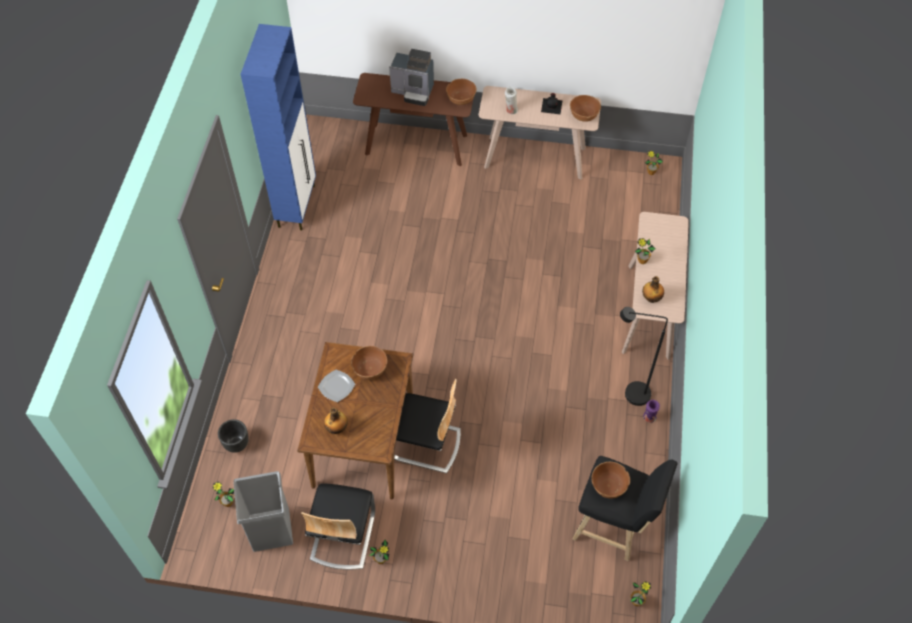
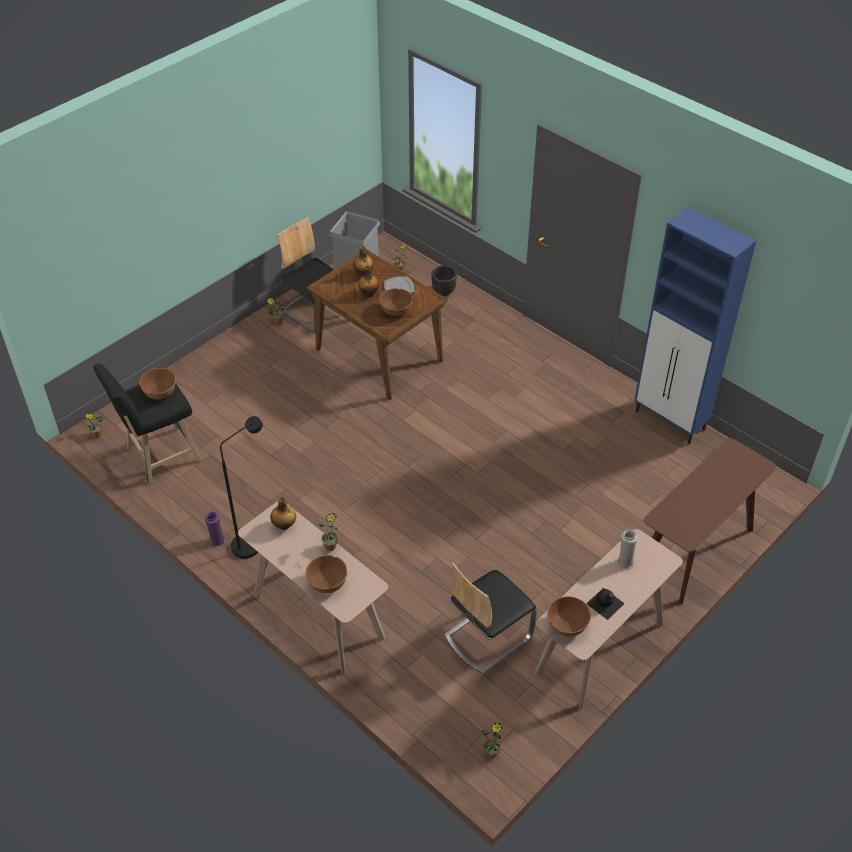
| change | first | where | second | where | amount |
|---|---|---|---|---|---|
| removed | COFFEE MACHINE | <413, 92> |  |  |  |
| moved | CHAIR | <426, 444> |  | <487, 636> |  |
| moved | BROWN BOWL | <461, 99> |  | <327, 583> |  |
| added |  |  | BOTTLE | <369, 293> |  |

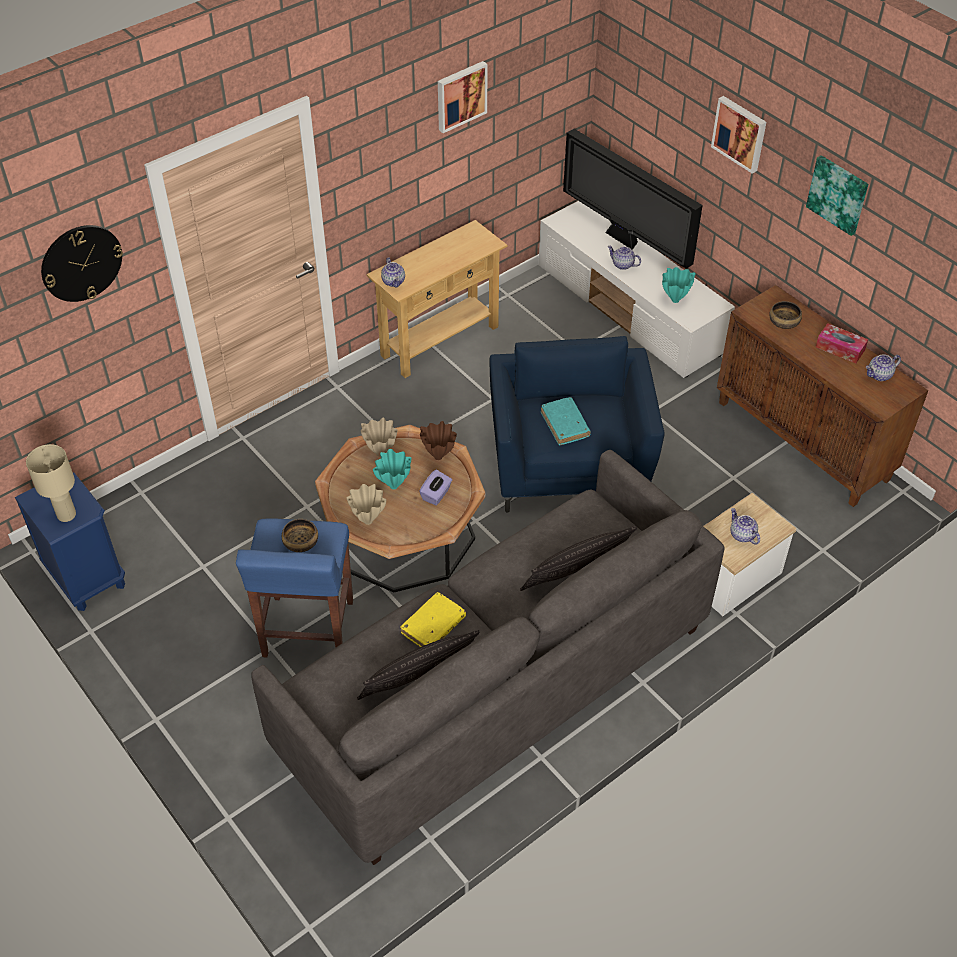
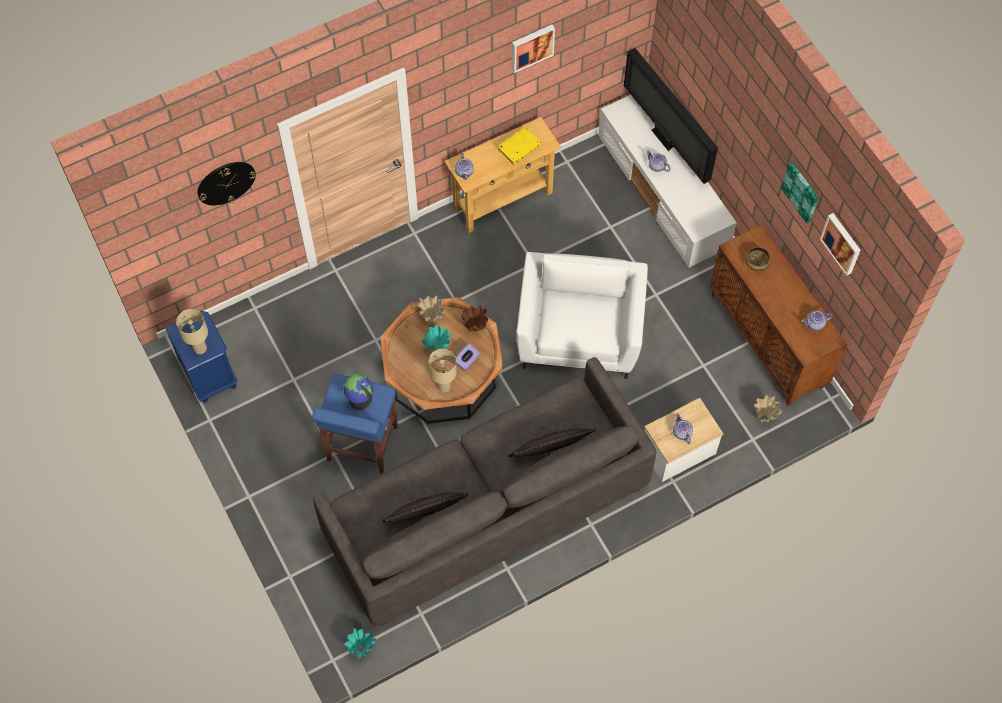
| change | first | where | second | where | amount |
|---|---|---|---|---|---|
| replaced | BOWL | <300, 543> | GLOBE | <359, 399> |  |
| moved | BEIGE VASE | <368, 520> |  | <764, 417> |  |
| moved | YELLOW BOOK | <433, 626> |  | <519, 148> |  |
| recoloured | BLUE ARMCHAIR | <569, 466> | WHITE ARMCHAIR | <579, 335> |  |
| removed | TURQUOISE BOOK | <565, 425> |  |  |  |
| moved | TURQUOISE VASE | <674, 300> |  | <361, 649> |  |
| moved | PICTURE | <740, 133> |  | <842, 243> |  |
| removed | TISSUE BOX | <840, 348> |  |  |  |
| added |  |  | BEIGE TABLE LAMP | <444, 386> |  |

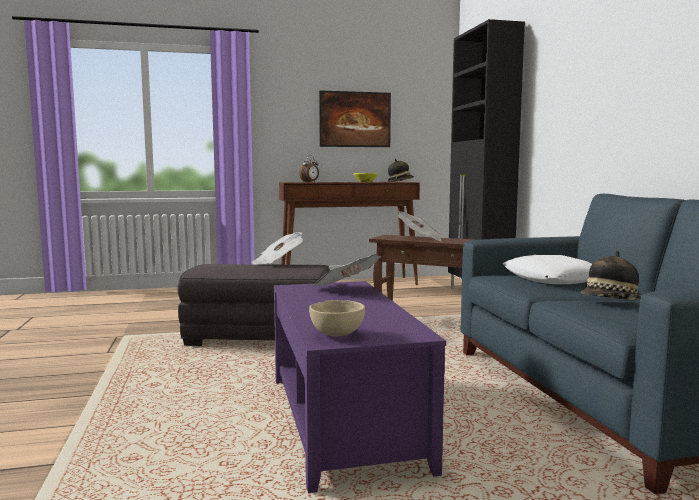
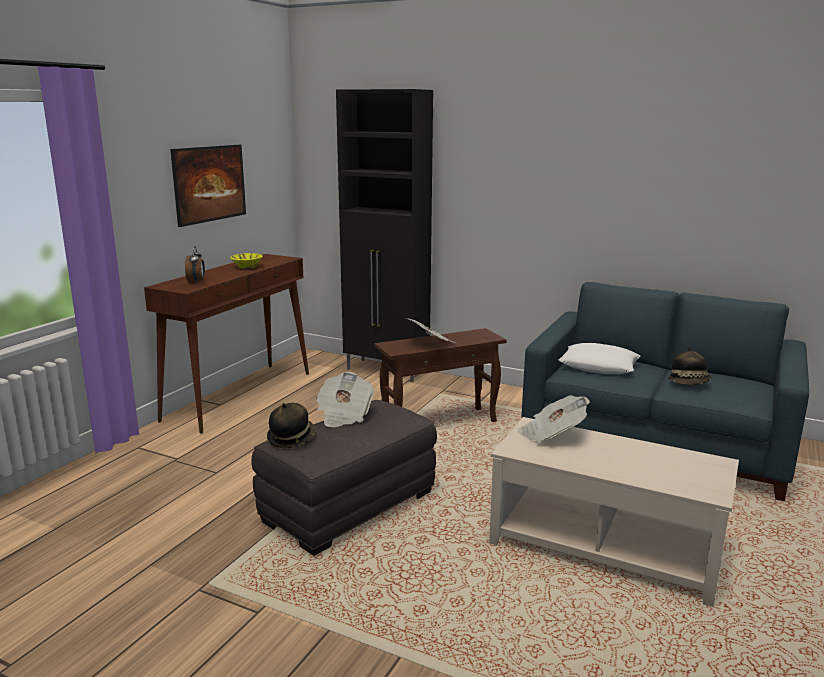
| change | first | where | second | where | amount |
|---|---|---|---|---|---|
| recoloured | PURPLE COFFEE TABLE | <344, 421> | BEIGE COFFEE TABLE | <605, 547> |  |
| removed | BEIGE BOWL | <337, 334> |  |  |  |
| moved | HAT | <400, 181> |  | <291, 438> |  |

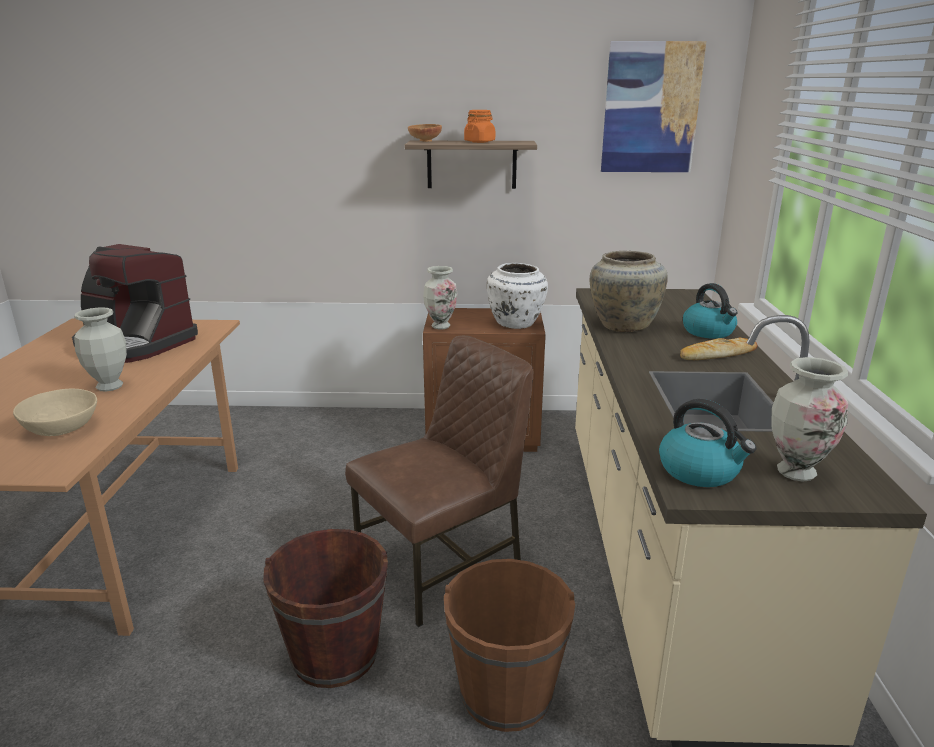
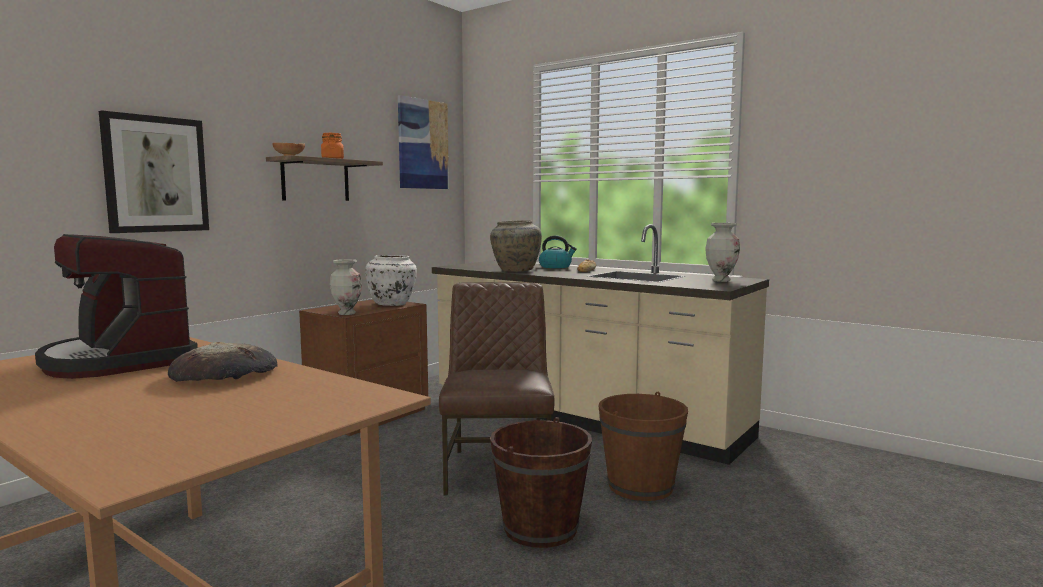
| change | first | where | second | where | amount |
|---|---|---|---|---|---|
| removed | BEIGE BOWL | <62, 428> |  |  |  |
| turned | COFFEE MACHINE | <134, 344> |  | <119, 361> | 75 degrees clockwise |
| replaced | VASE | <109, 387> | BREAD | <225, 374> |  |
| removed | KETTLE | <700, 471> |  |  |  |
| added |  |  | PICTURE | <156, 174> |  |

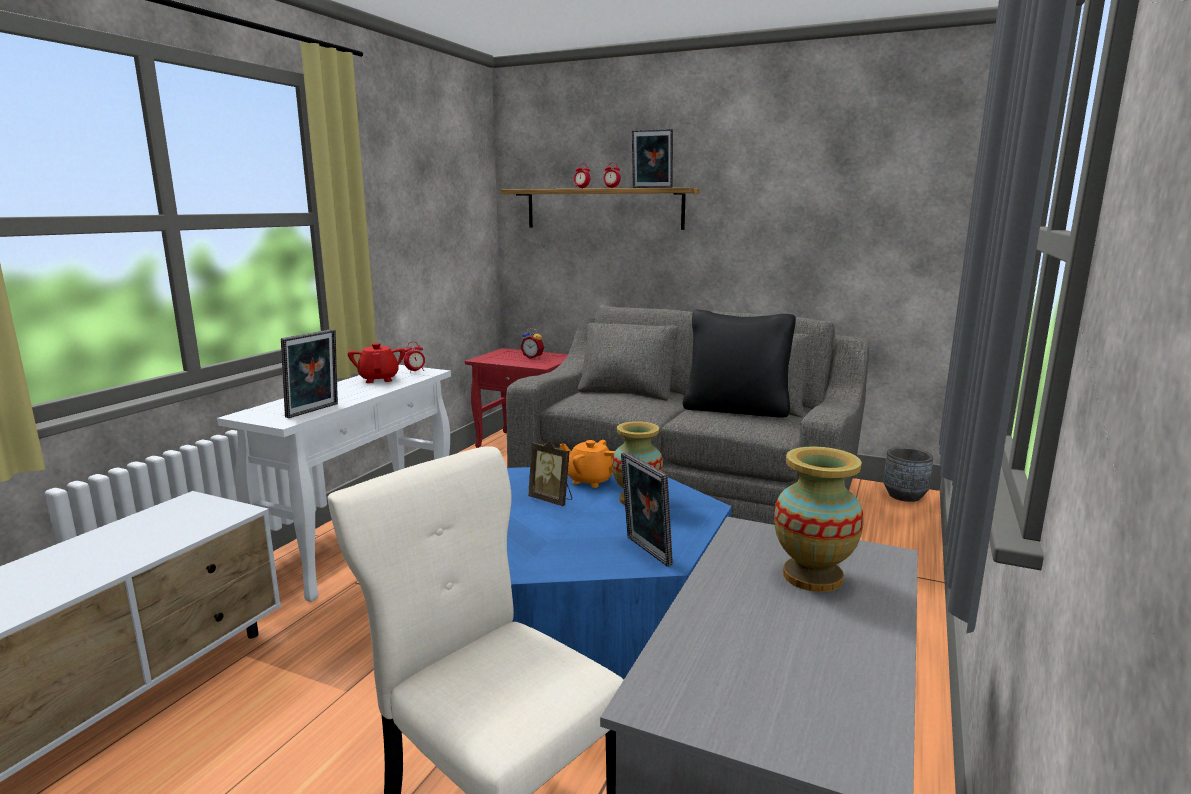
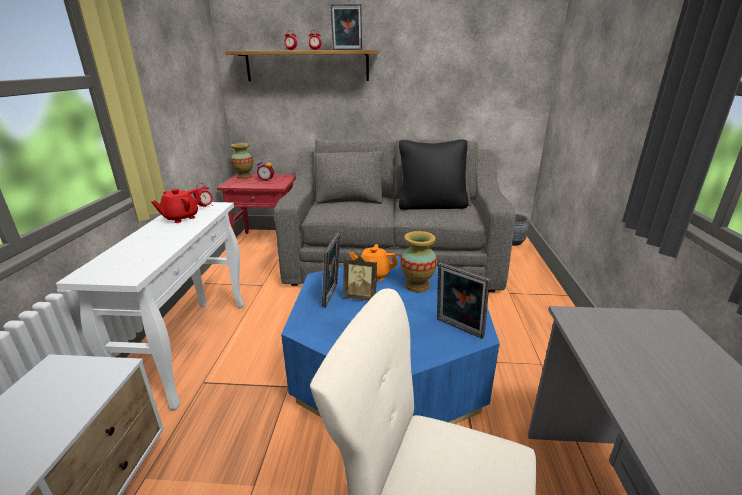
| change | first | where | second | where | amount |
|---|---|---|---|---|---|
| moved | PICTURE FRAME | <315, 411> |  | <332, 295> |  |
| turned | RED TEAPOT | <379, 379> |  | <180, 218> | 105 degrees counterclockwise |
| moved | VASE | <813, 577> |  | <244, 176> |  |

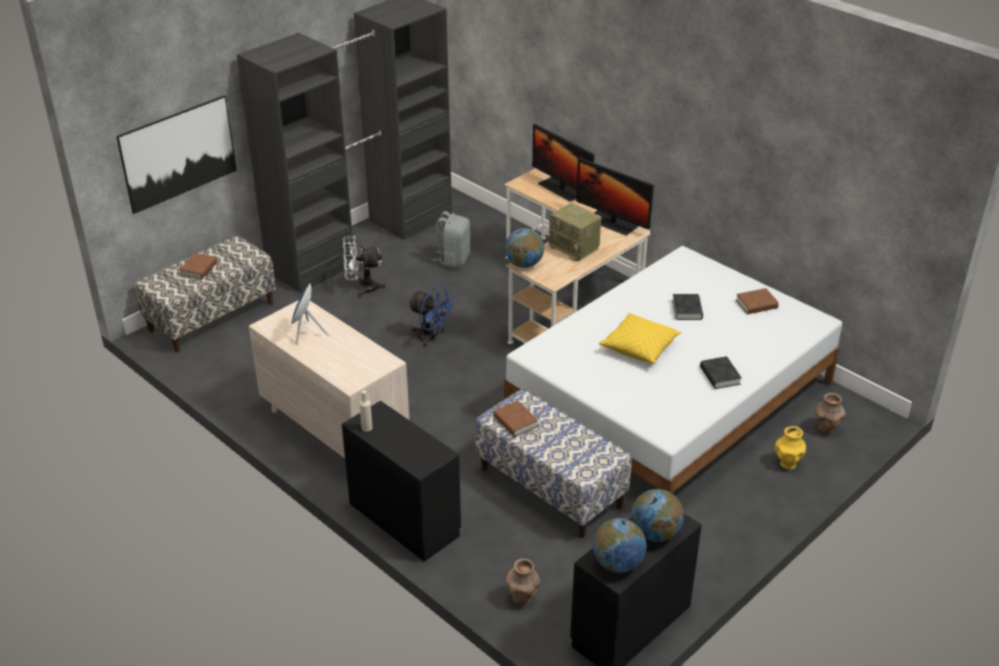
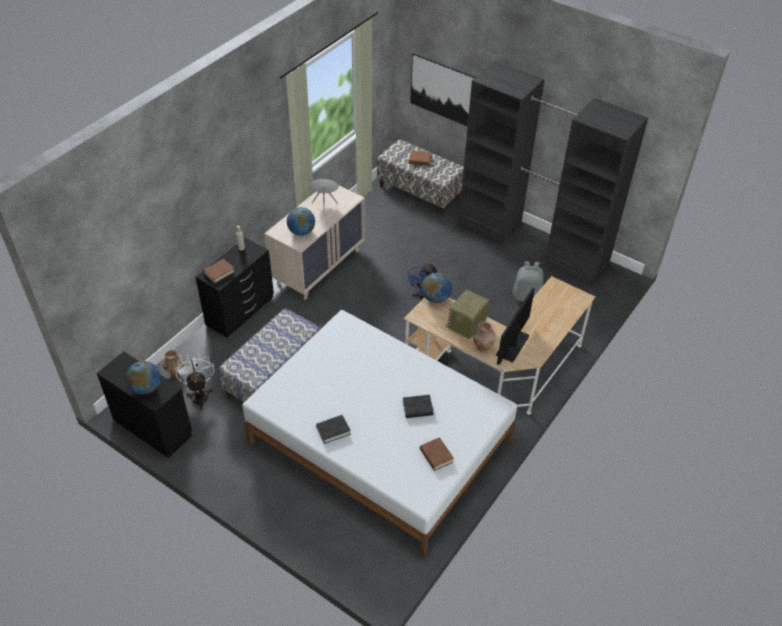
| change | first | where | second | where | amount |
|---|---|---|---|---|---|
| moved | WHITE FAN | <362, 288> |  | <200, 394> |  |
| moved | BROWN BOOK | <515, 422> |  | <219, 272> |  |
| removed | MONITOR | <561, 189> |  |  |  |
| moved | GLOBE | <617, 563> |  | <301, 232> |  |
| removed | YELLOW PILLOW | <639, 347> |  |  |  |
| removed | YELLOW VASE | <787, 464> |  |  |  |
| moved | BROWN VASE | <826, 429> |  | <482, 347> |  |

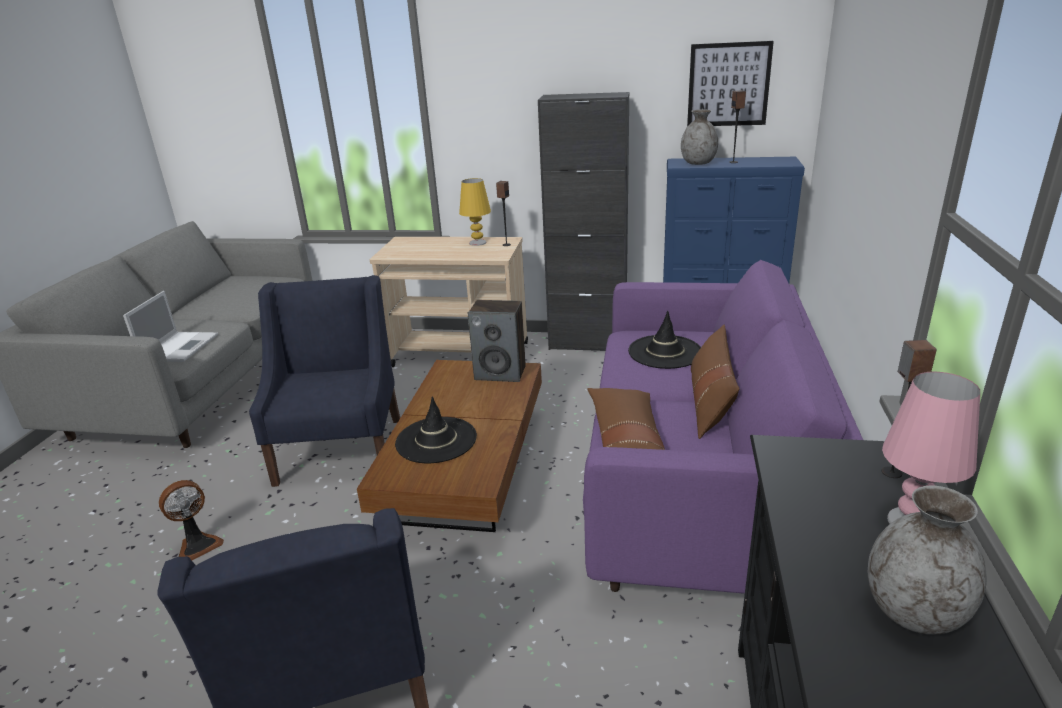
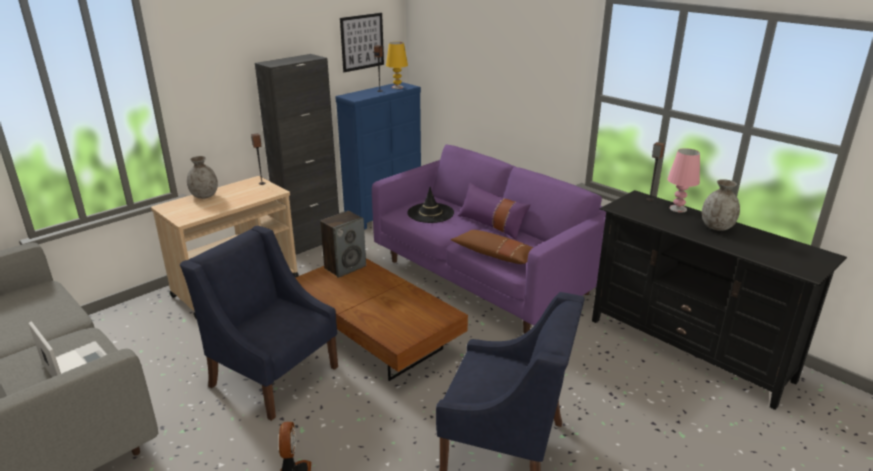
| change | first | where | second | where | amount |
|---|---|---|---|---|---|
| removed | BLACK HAT | <436, 440> |  |  |  |
| moved | YELLOW TABLE LAMP | <477, 243> |  | <397, 87> |  |
| moved | GREY VASE | <698, 163> |  | <205, 196> |  |
| recoloured | BROWN PILLOW | <710, 402> | PURPLE PILLOW | <491, 224> |  |

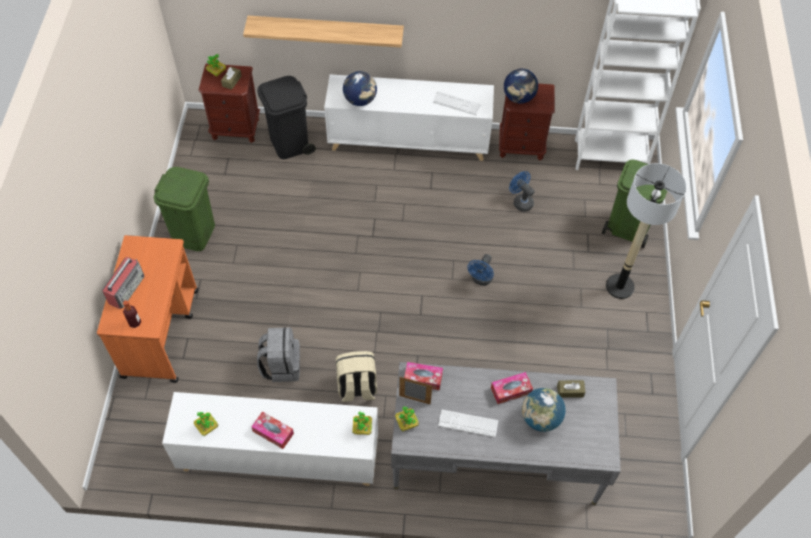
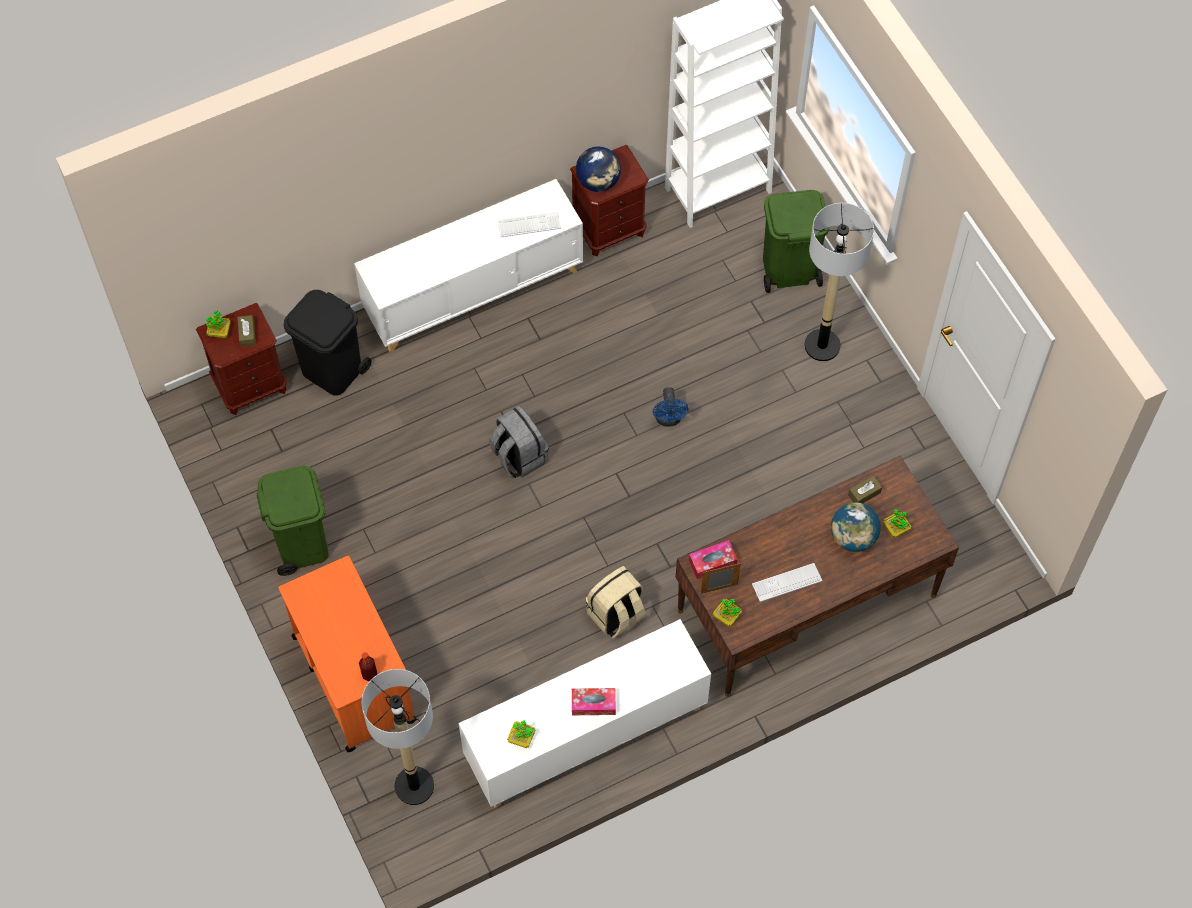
| change | first | where | second | where | amount |
|---|---|---|---|---|---|
| removed | RADIO | <127, 289> |  |  |  |
| removed | SHELF | <326, 30> |  |  |  |
| moved | GREY BACKPACK | <281, 365> |  | <518, 456> |  |
| removed | GLOBE | <360, 100> |  |  |  |
| moved | POTTED PLANT | <362, 428> |  | <895, 528> |  |
| recoloured | GREY DESK | <496, 455> | BROWN DESK | <807, 603> |  |
| removed | TISSUE BOX | <511, 390> |  |  |  |
| removed | BLUE FAN | <520, 201> |  |  |  |
| added |  |  | FLOOR LAMP | <414, 786> |  |

